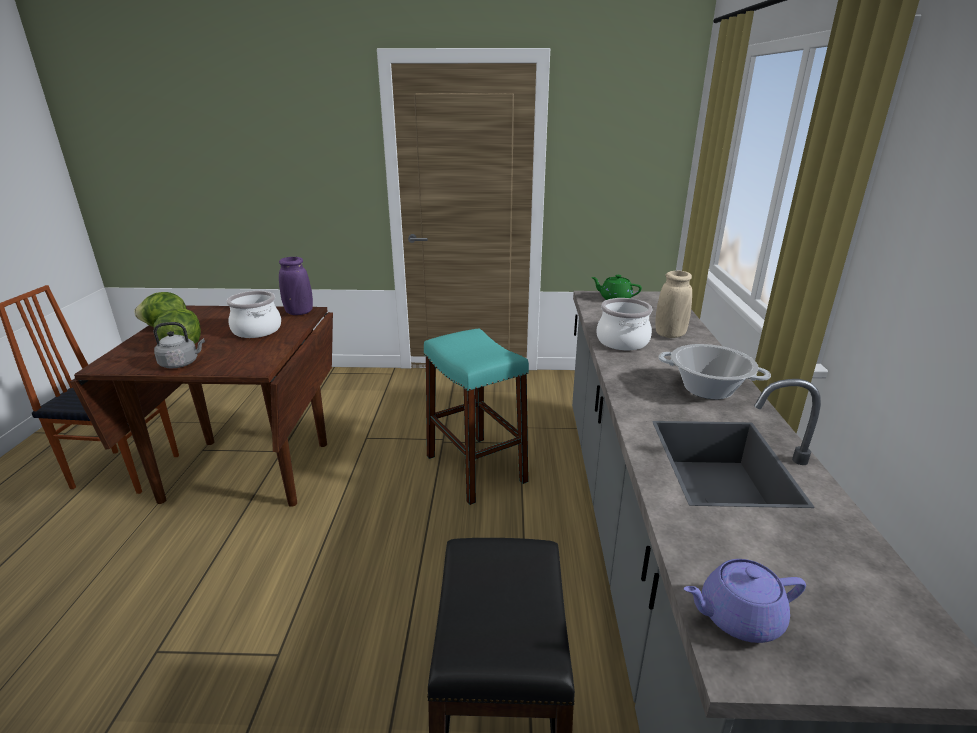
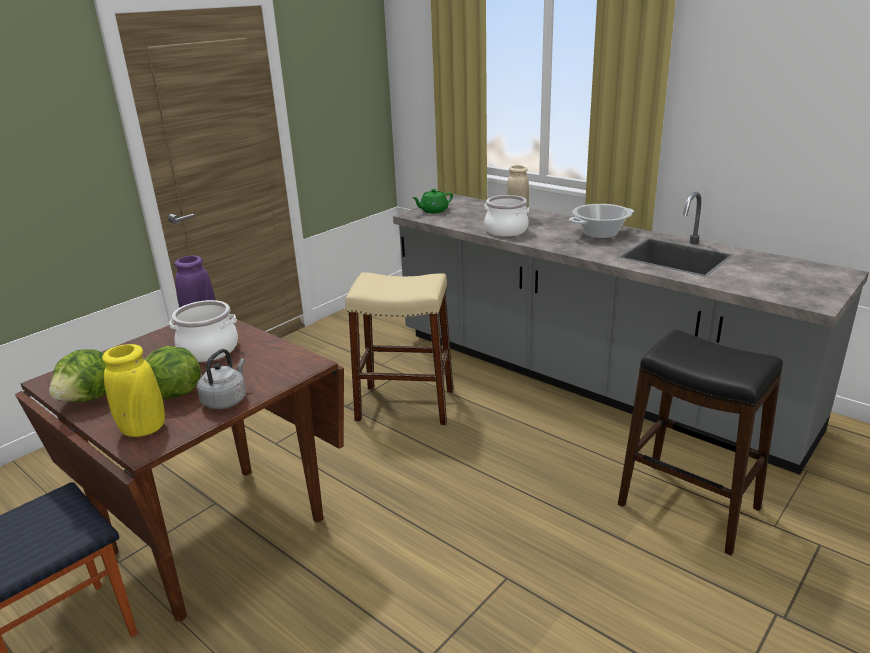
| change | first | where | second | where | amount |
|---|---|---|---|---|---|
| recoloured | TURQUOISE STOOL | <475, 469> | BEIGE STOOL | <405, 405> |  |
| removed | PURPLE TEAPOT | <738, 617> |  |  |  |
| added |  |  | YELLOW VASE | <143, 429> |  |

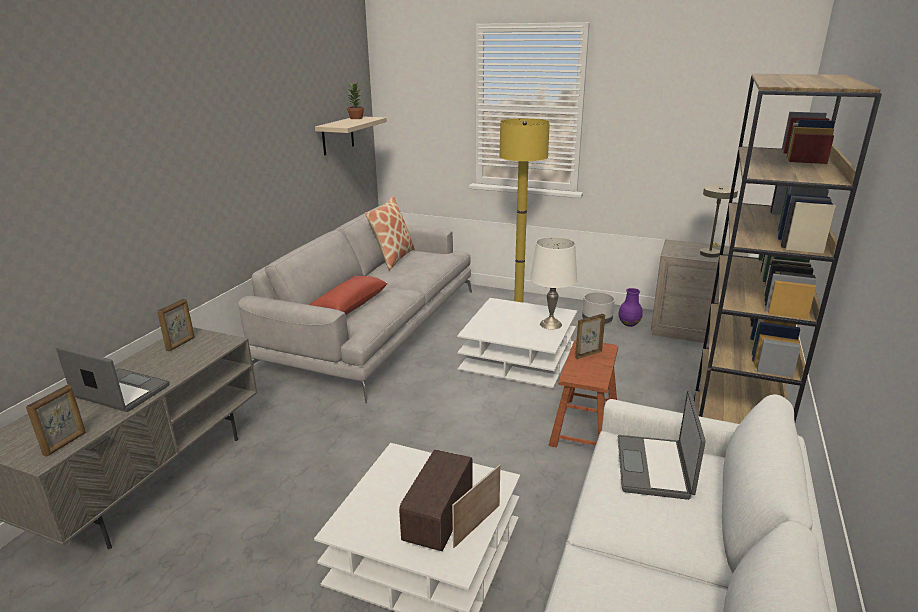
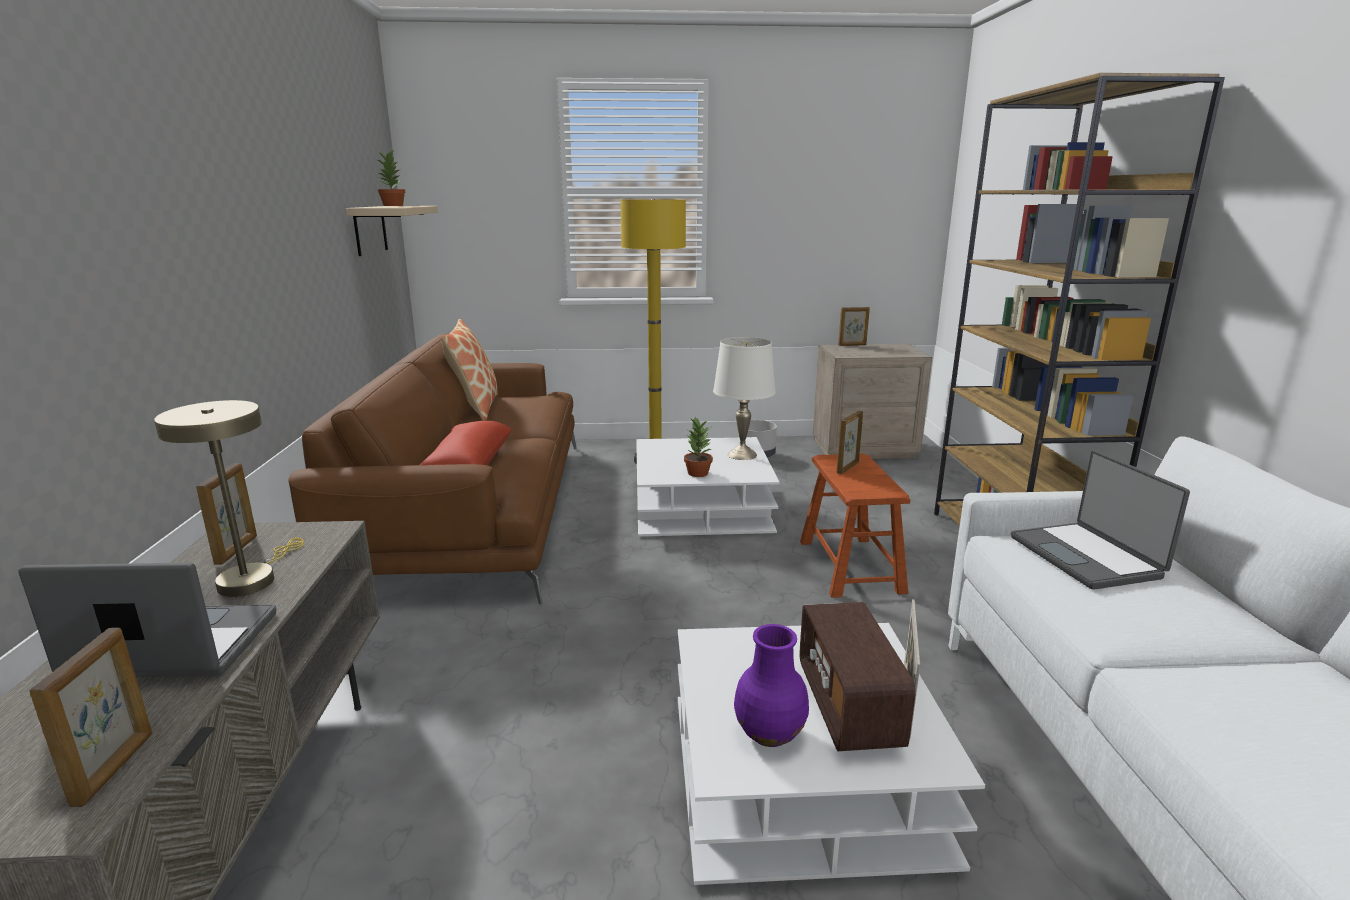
| change | first | where | second | where | amount |
|---|---|---|---|---|---|
| recoloured | GREY SOFA | <374, 328> | BROWN SOFA | <473, 510> |  |
| moved | PURPLE VASE | <629, 324> |  | <770, 733> |  |
| moved | BEIGE TABLE LAMP | <710, 253> |  | <252, 578> |  |
| added |  |  | POTTED PLANT | <697, 473> |  |
| added |  |  | PICTURE FRAME | <852, 345> |  |

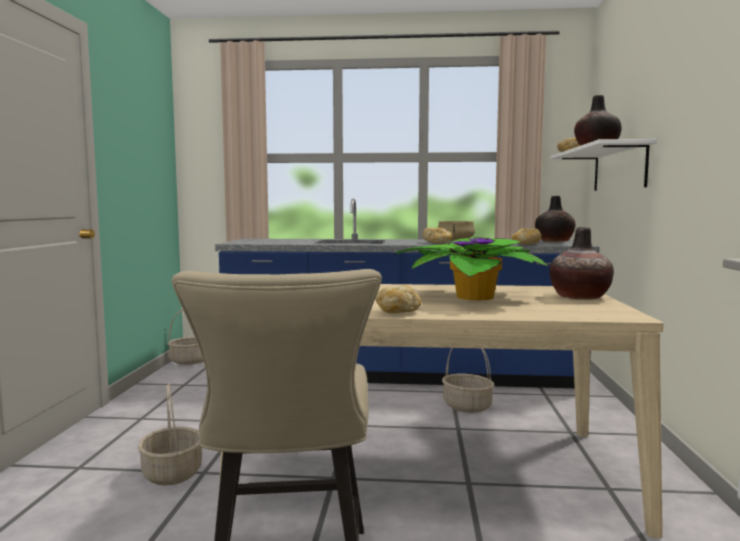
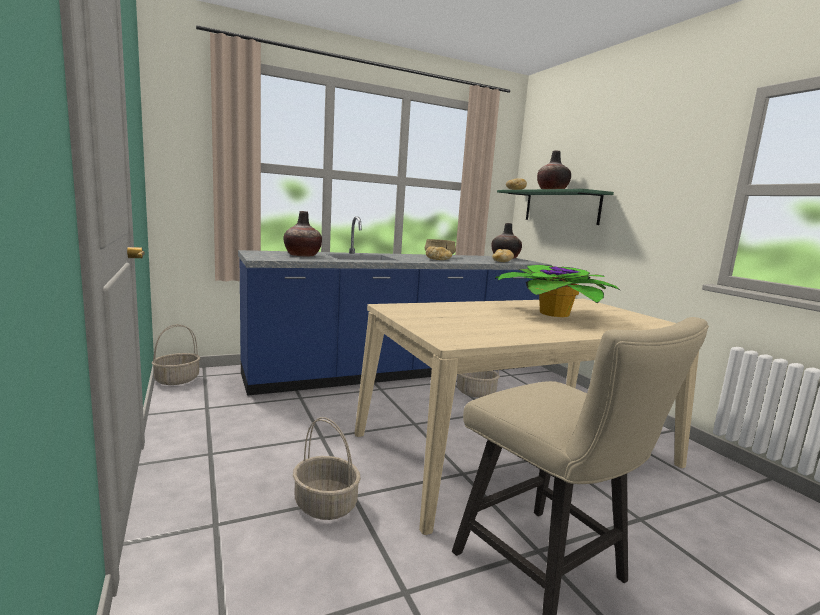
| change | first | where | second | where | amount |
|---|---|---|---|---|---|
| removed | BREAD | <398, 312> |  |  |  |
| moved | VASE | <579, 297> |  | <302, 255> |  |
| recoloured | WHITE SHELF | <619, 168> | GREEN SHELF | <561, 207> |  |

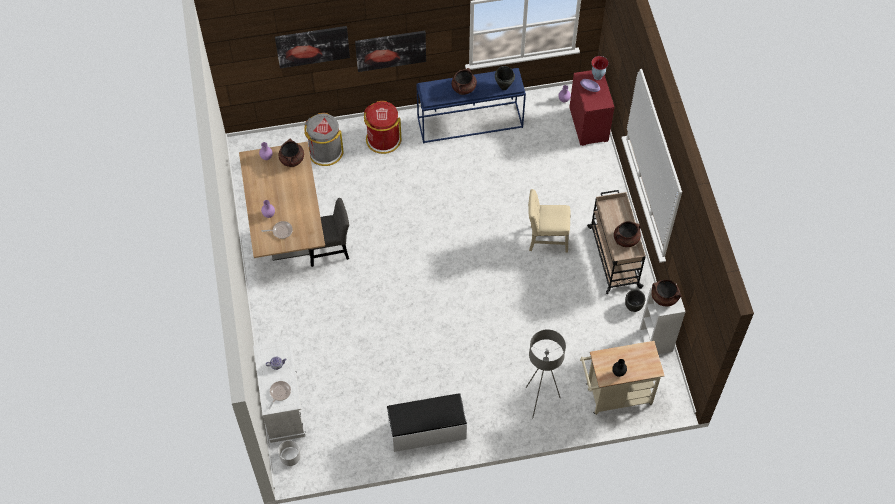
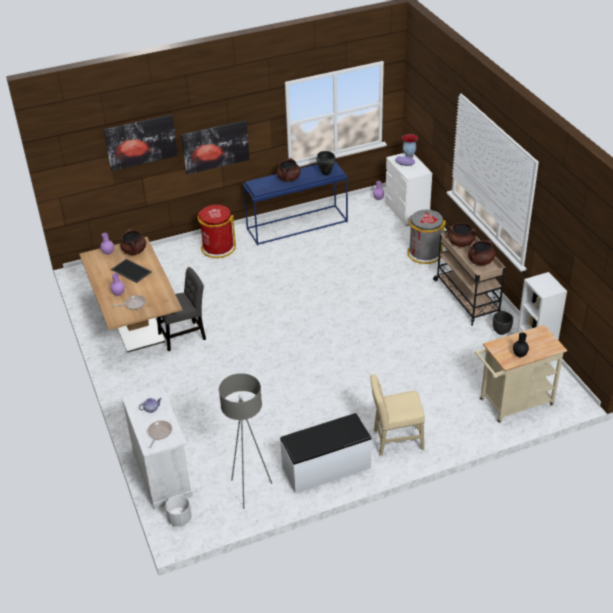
| change | first | where | second | where | amount |
|---|---|---|---|---|---|
| moved | GREY TRASH CAN | <325, 151> |  | <424, 253> |  |
| moved | GREY FLOOR LAMP | <539, 401> |  | <249, 490> |  |
| moved | BEIGE CHAIR | <546, 239> |  | <395, 440> |  |
| recoloured | RED DRESSER | <588, 125> | WHITE DRESSER | <407, 211> |  |
| moved | BROWN COOKING POT | <664, 297> |  | <461, 243> |  |
| added |  |  | TRAY | <132, 271> |  |

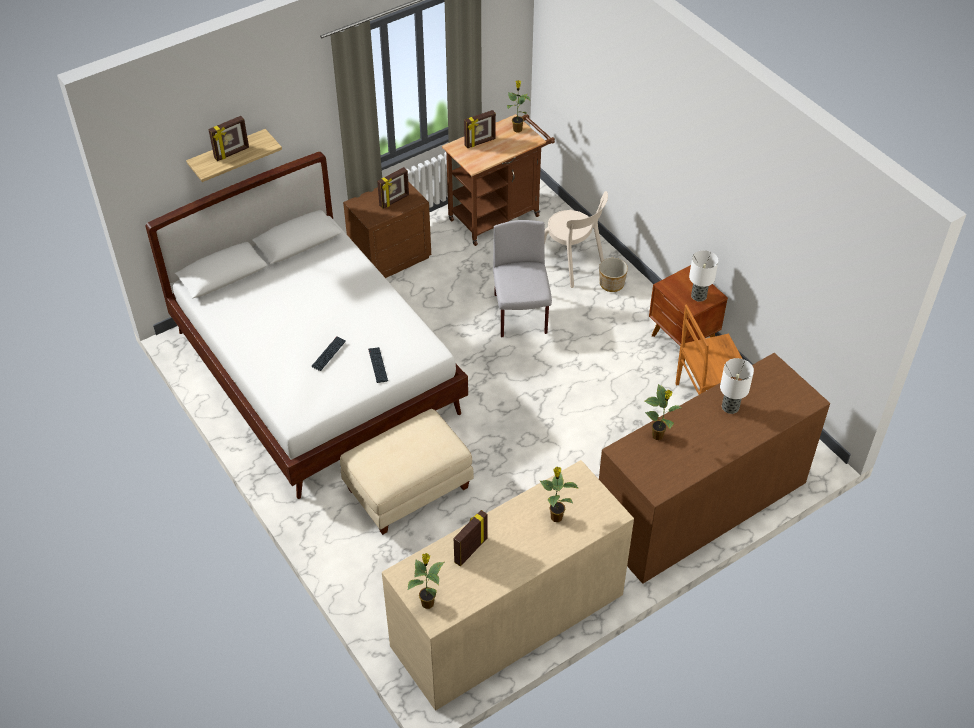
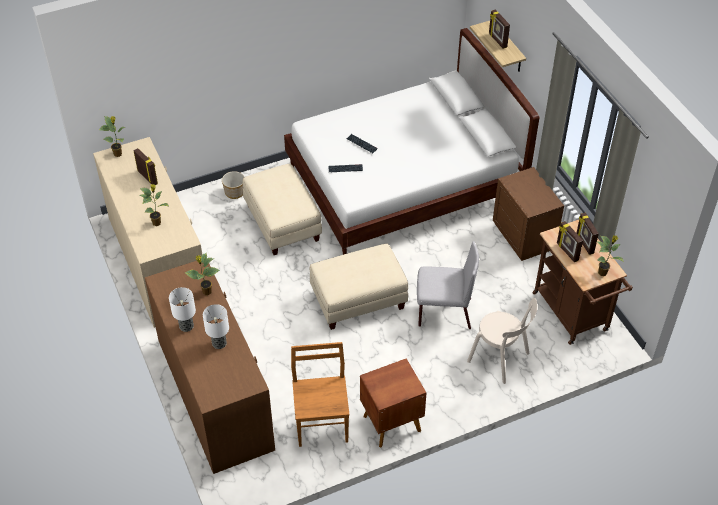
| change | first | where | second | where | amount |
|---|---|---|---|---|---|
| moved | PICTURE FRAME | <394, 201> |  | <567, 252> |  |
| turned | BEIGE CHAIR | <572, 265> |  | <501, 359> | 105 degrees counterclockwise |
| moved | PLANTER | <611, 284> |  | <234, 192> |  |
| moved | TABLE LAMP | <699, 296> |  | <186, 326> |  |
| added |  |  | BEIGE OTTOMAN | <358, 301> |  |

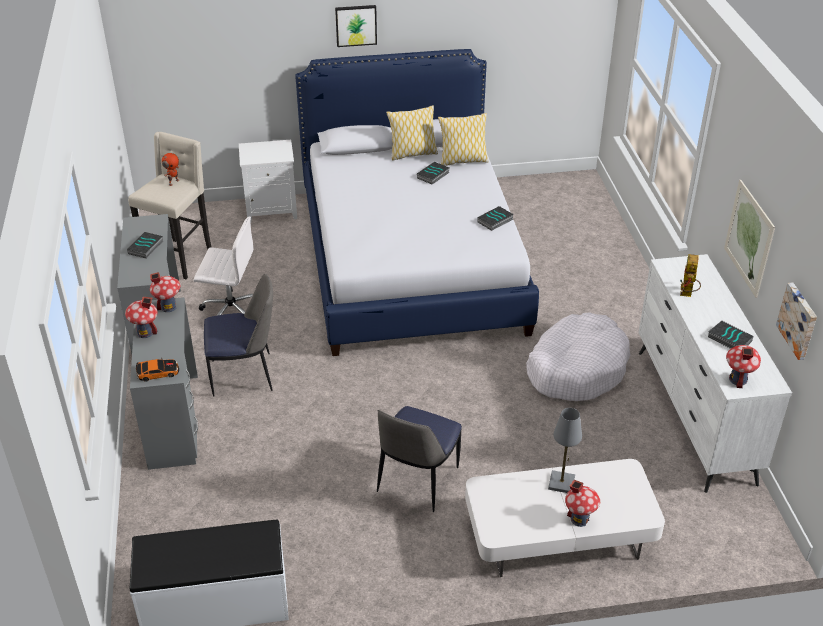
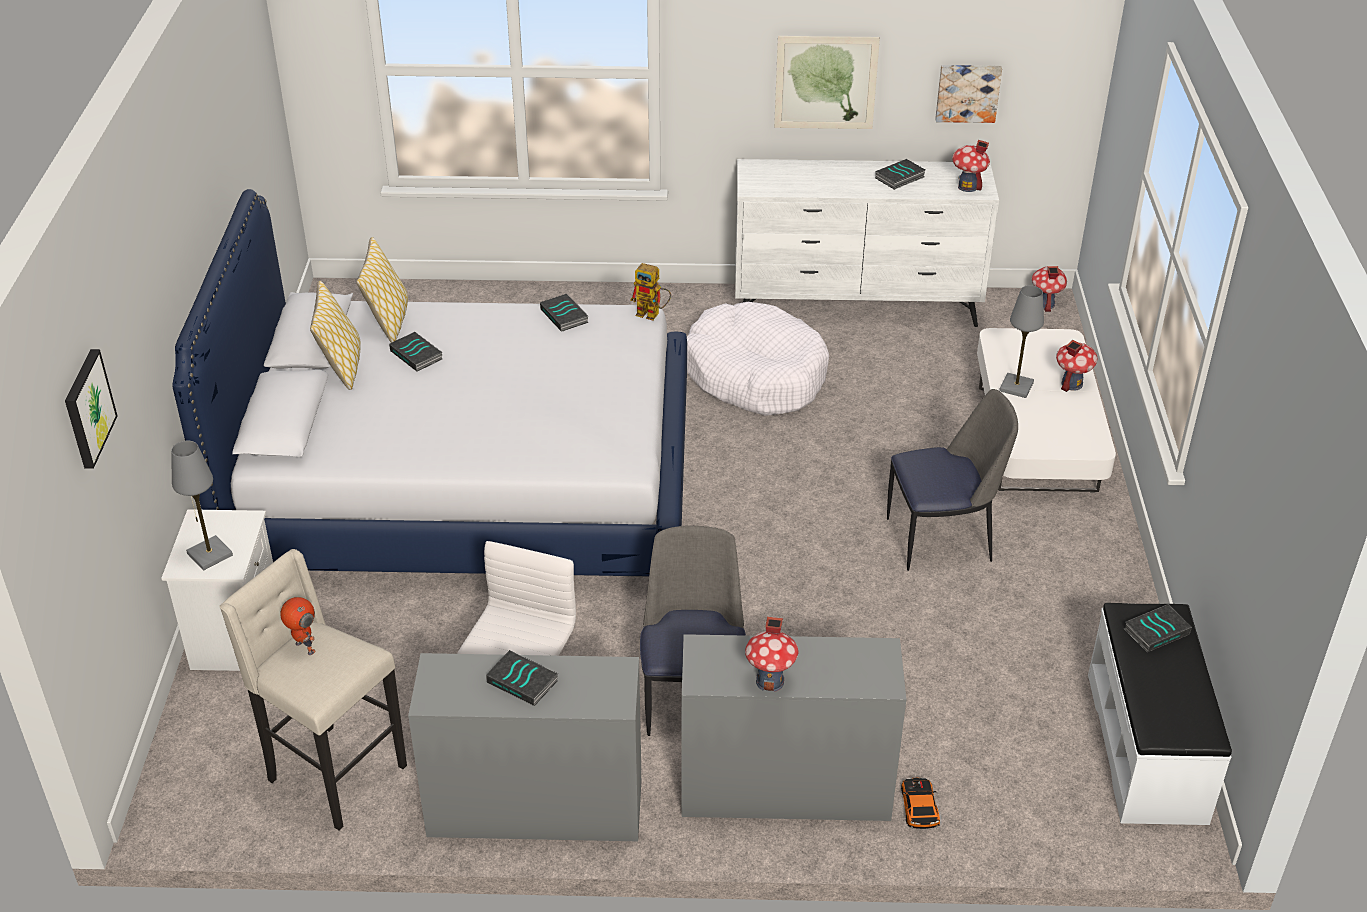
| change | first | where | second | where | amount |
|---|---|---|---|---|---|
| moved | TOY CAR | <158, 372> |  | <918, 807> |  |
| moved | TOY HOUSE | <168, 307> |  | <1045, 304> |  |
| moved | PICTURE | <356, 25> |  | <87, 408> |  |
| turned | CHAIR | <417, 481> |  | <942, 539> | 45 degrees counterclockwise |
| moved | TOY ROBOT | <687, 294> |  | <653, 314> |  |
| added |  |  | GREY TABLE LAMP | <210, 555> |  |
| added |  |  | BOOK | <1156, 630> |  |

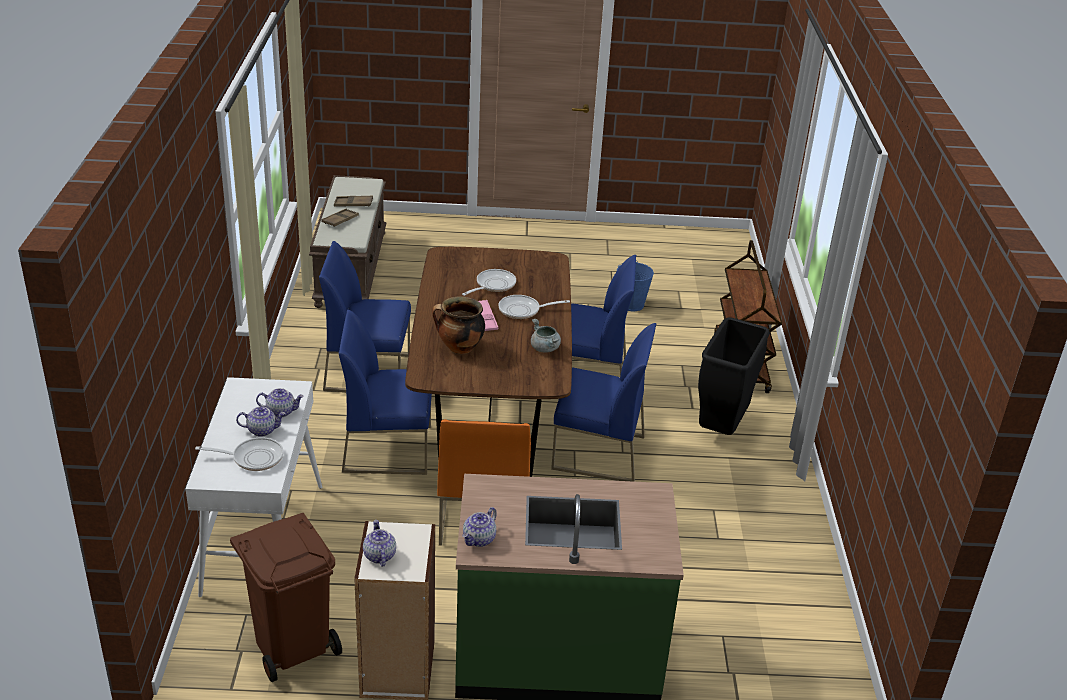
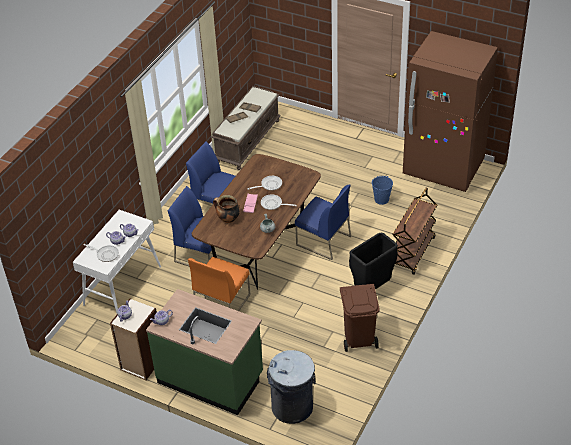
| change | first | where | second | where | amount |
|---|---|---|---|---|---|
| moved | BROWN TRASH CAN | <293, 645> |  | <359, 338> |  |
| removed | BLUE CHAIR | <597, 453> |  |  |  |
| added |  |  | GREY TRASH CAN | <292, 407> |  |
| added |  |  | BROWN FRIDGE | <443, 169> |  |

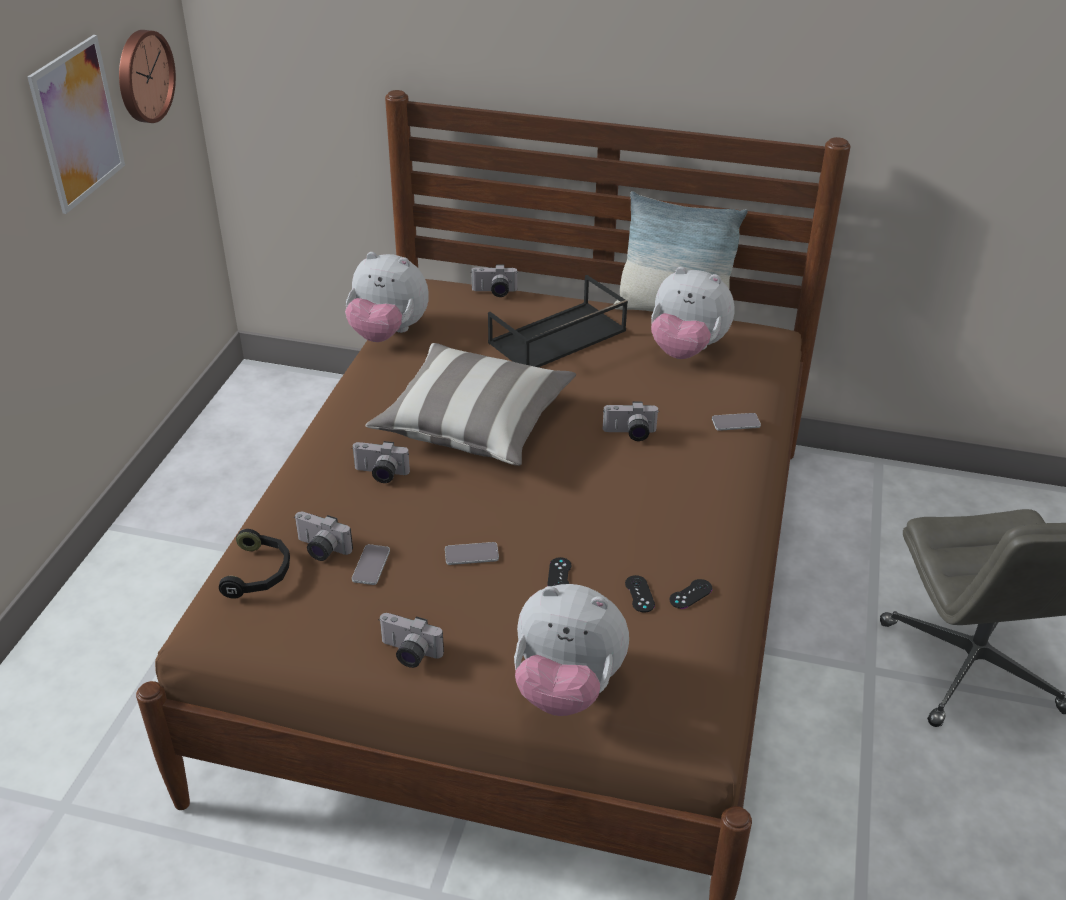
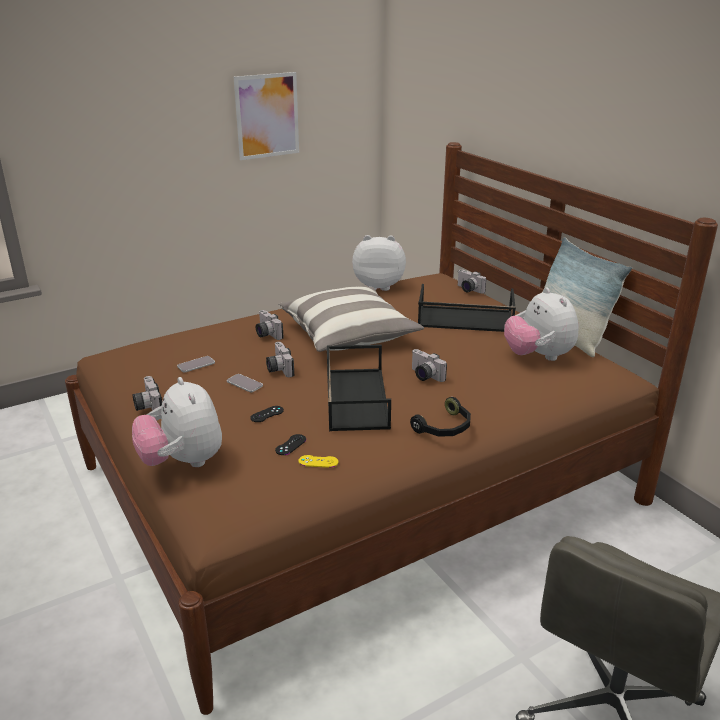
| change | first | where | second | where | amount |
|---|---|---|---|---|---|
| removed | WALL CLOCK | <143, 76> |  |  |  |
| moved | BLACK HEADPHONES | <259, 573> |  | <445, 428> |  |
| moved | PHOTO CAMERA | <320, 549> |  | <278, 369> |  |
| turned | PLUSH TOY | <388, 333> |  | <378, 286> | 120 degrees clockwise |
| recoloured | BLACK GAME CONTROLLER | <690, 594> | YELLOW GAME CONTROLLER | <318, 461> |  |
| removed | PHONE | <735, 422> |  |  |  |
| added |  |  | BLACK TRAY | <355, 398> |  |

